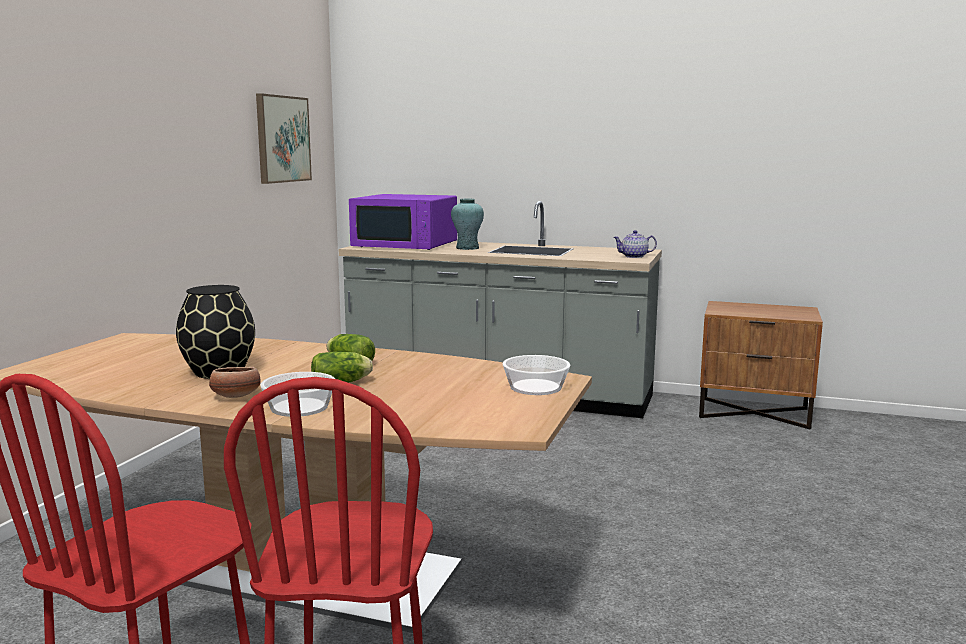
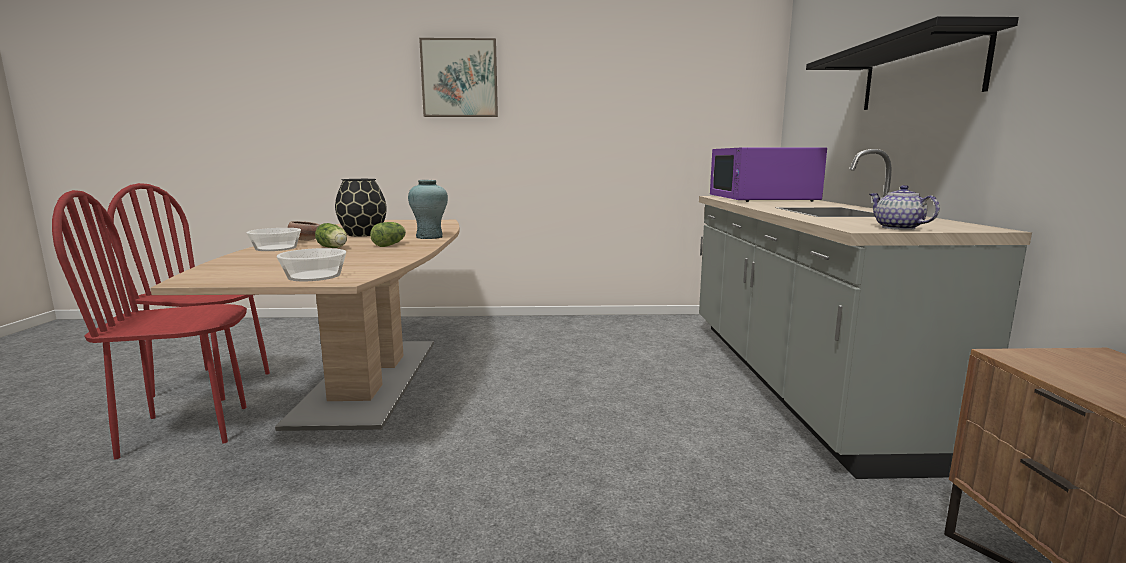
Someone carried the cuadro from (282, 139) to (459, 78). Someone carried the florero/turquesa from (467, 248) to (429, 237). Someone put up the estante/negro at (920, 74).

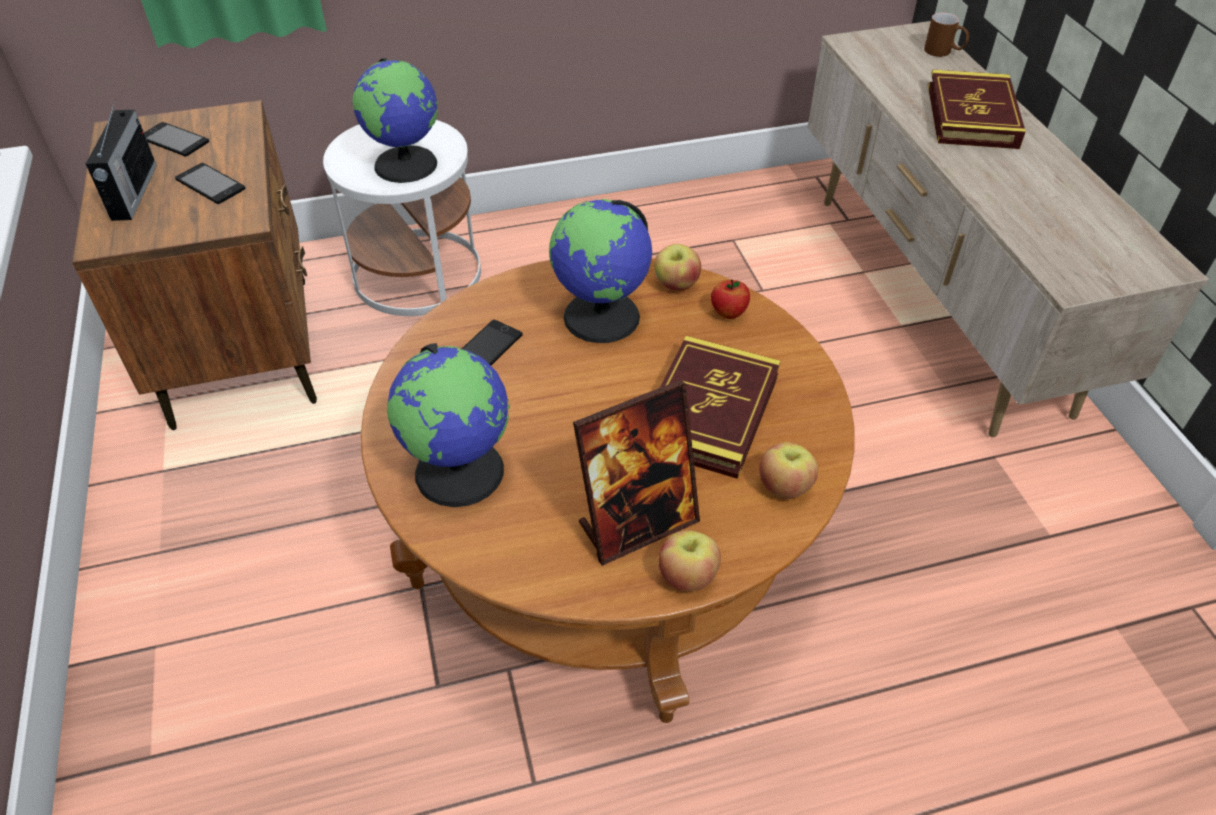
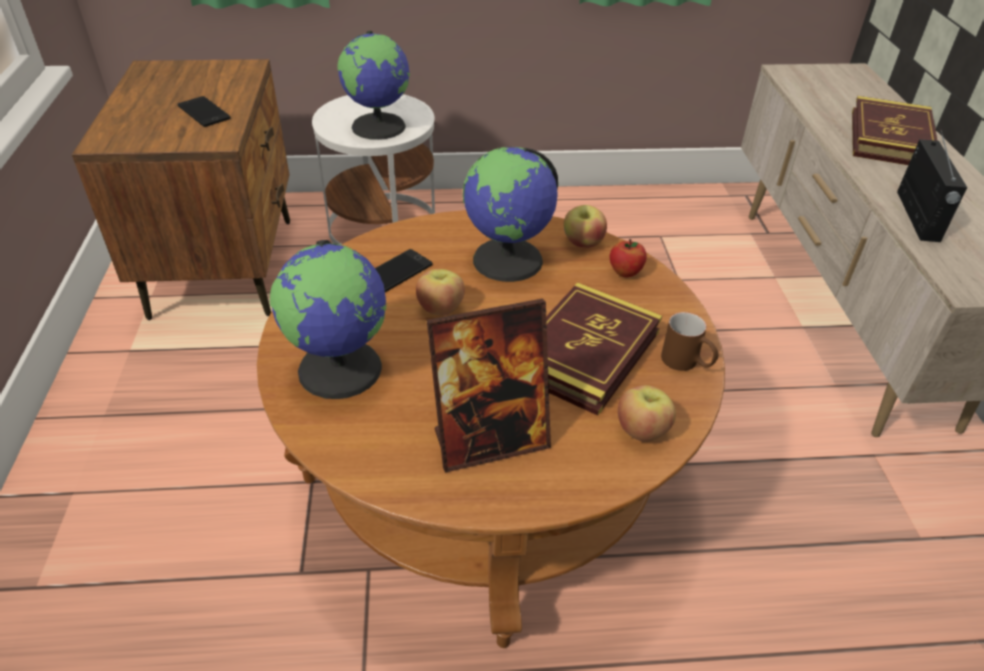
Someone carried the radio from (133, 193) to (917, 217). Someone took away the móvil at (174, 140). Someone carried the manzana from (687, 576) to (441, 308). Someone carried the taza grande/marrón from (943, 52) to (687, 363).

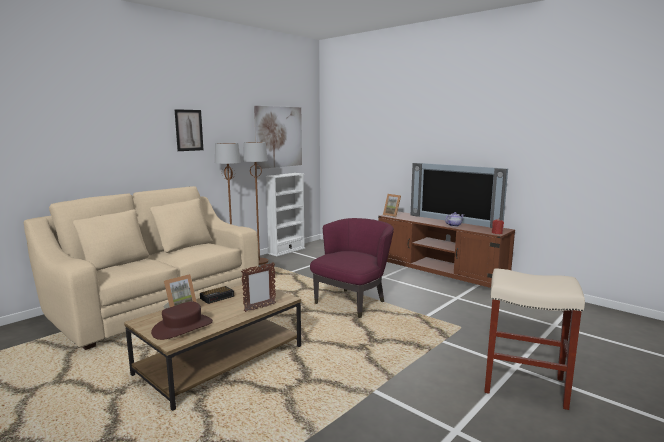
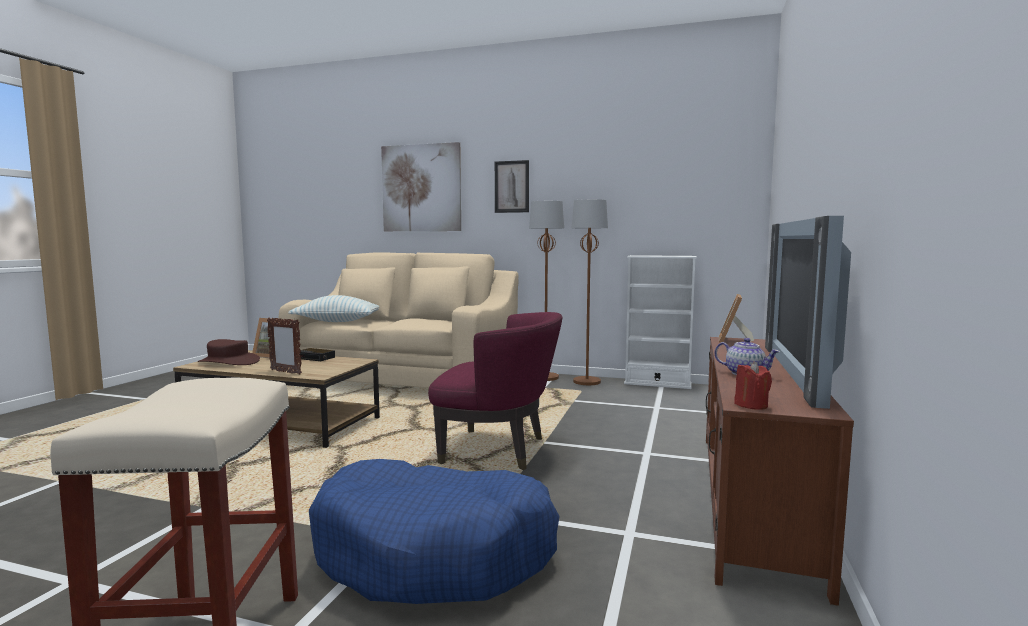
Someone carried the cuadro from (278, 137) to (421, 188). Someone put down the cojín at (337, 321). Someone put down the cama para perro/azul at (435, 552).

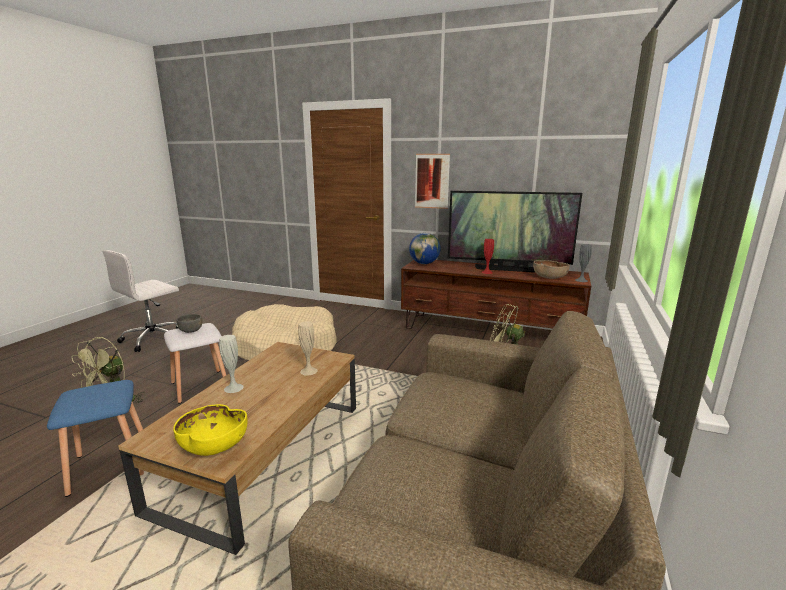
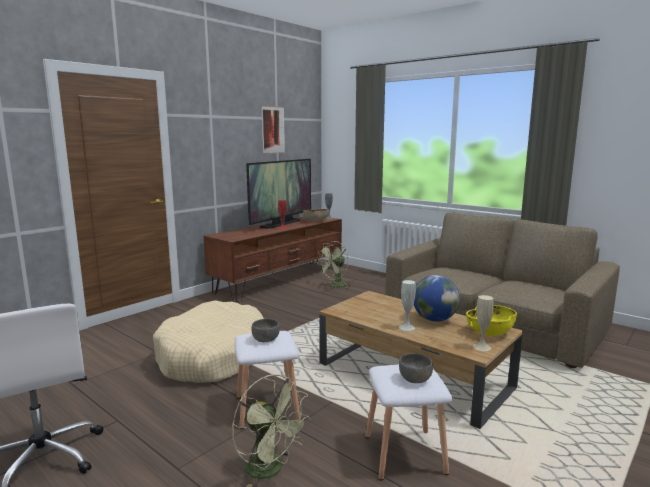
Someone repainted the taburete/azul at (110, 466), which became the taburete/blanco at (406, 453). Someone carried the florero/beis from (308, 371) to (481, 347). Someone carried the globo terráqueo from (424, 263) to (434, 319). Someone carried the cuadro from (432, 181) to (273, 130). Someone put down the cuenco/gris at (415, 379).

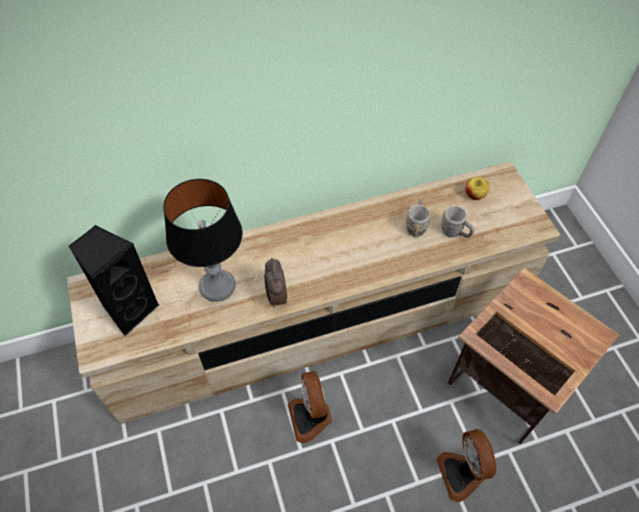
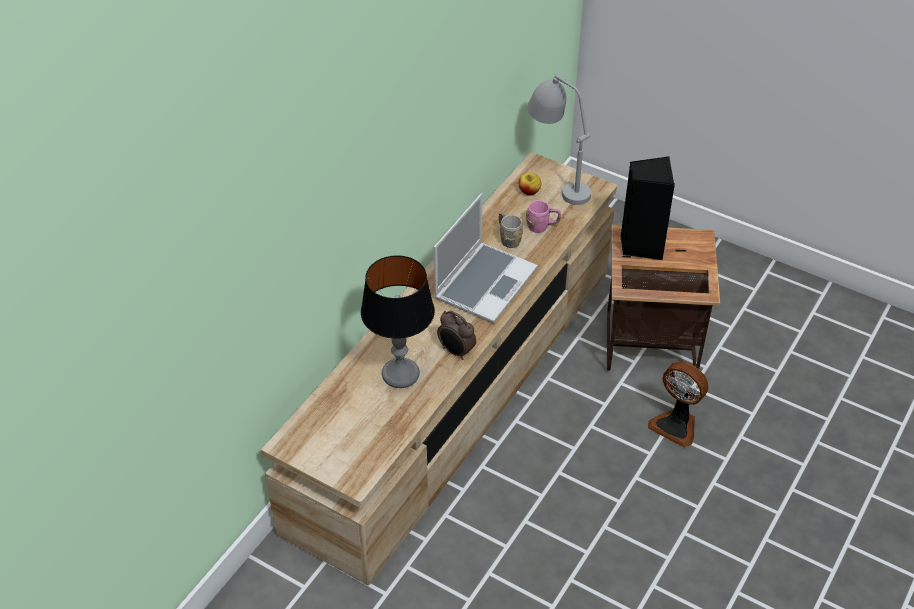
Someone carried the altavoz/negro from (129, 309) to (641, 245). Someone took away the ventilador at (311, 418). Someone repainted the taza grande/gris at (455, 233), which became the taza grande/rosa at (542, 227). Someone put down the portátil at (485, 283). Someone put down the lámpara de mesa/gris at (556, 178).

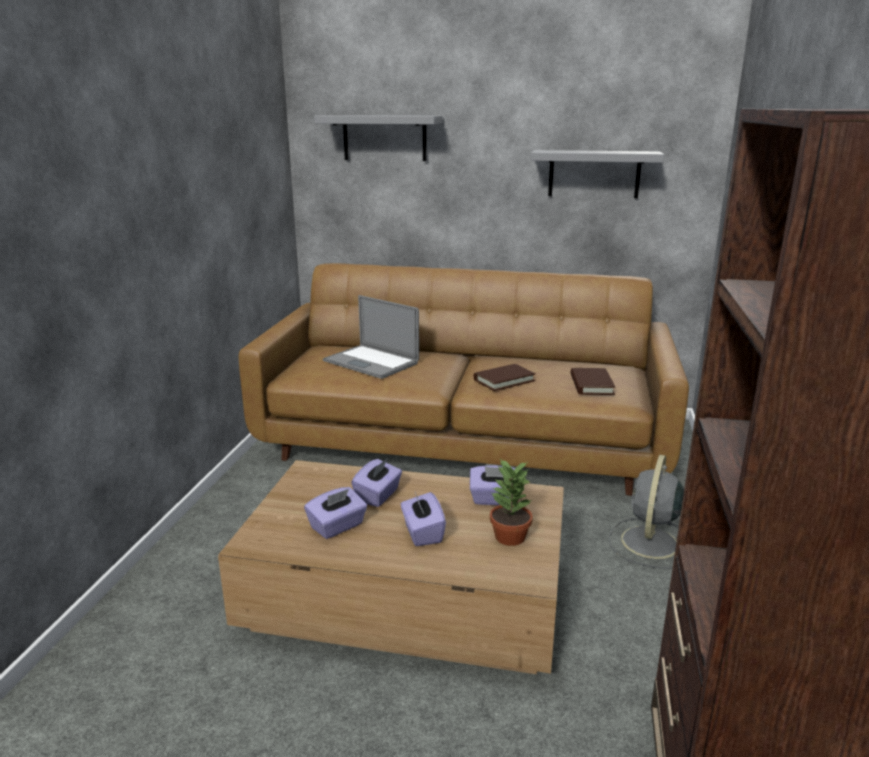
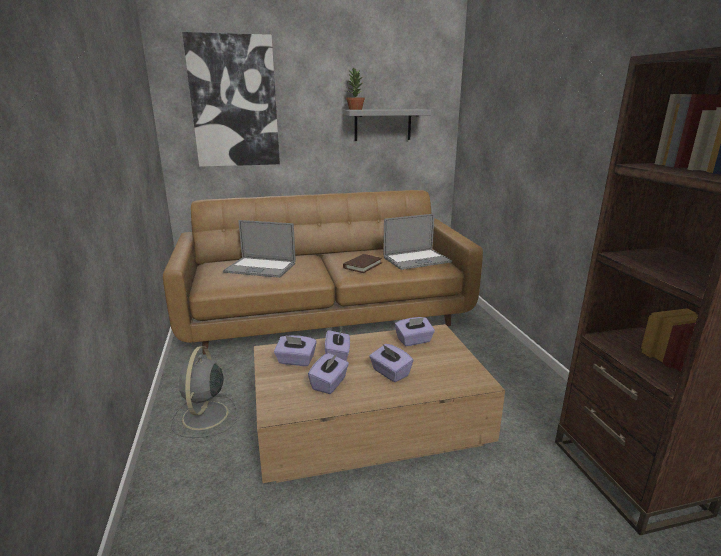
Someone swapped the estante/gris at (384, 138) for the cuadro at (234, 102). Someone carried the planta en maceta from (509, 537) to (355, 109). Someone swapped the libro/marrón at (591, 384) for the portátil at (417, 260). Someone carried the ventilador/gris from (649, 544) to (204, 417). Someone put down the caja de pañuelos/morado at (296, 361).

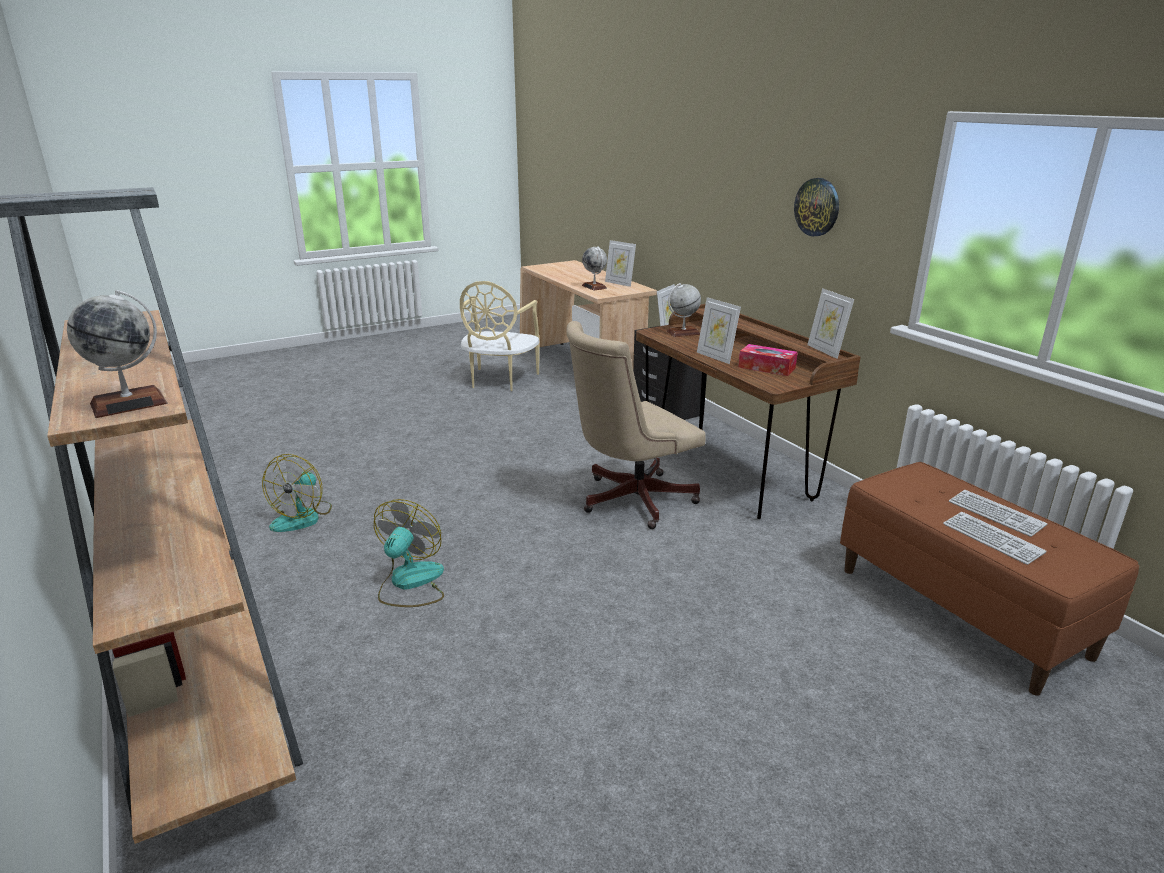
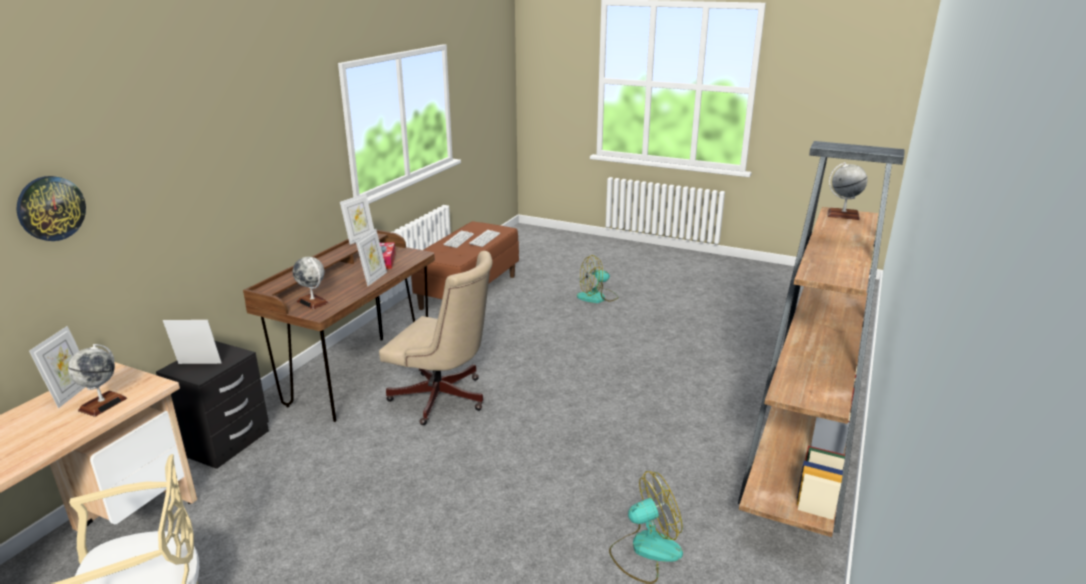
Someone carried the ventilador from (410, 583) to (597, 297). Someone carried the reloj de pared from (817, 207) to (50, 208).

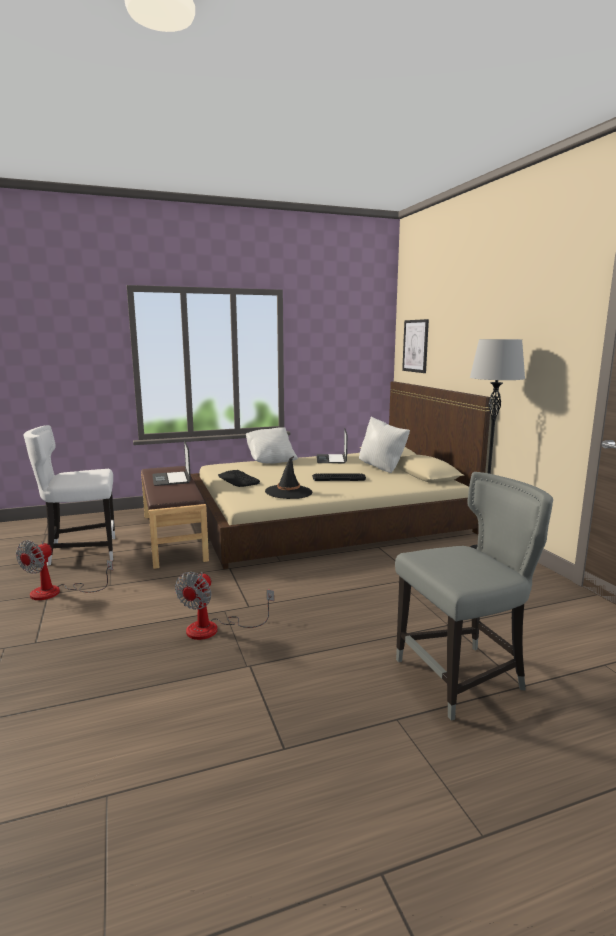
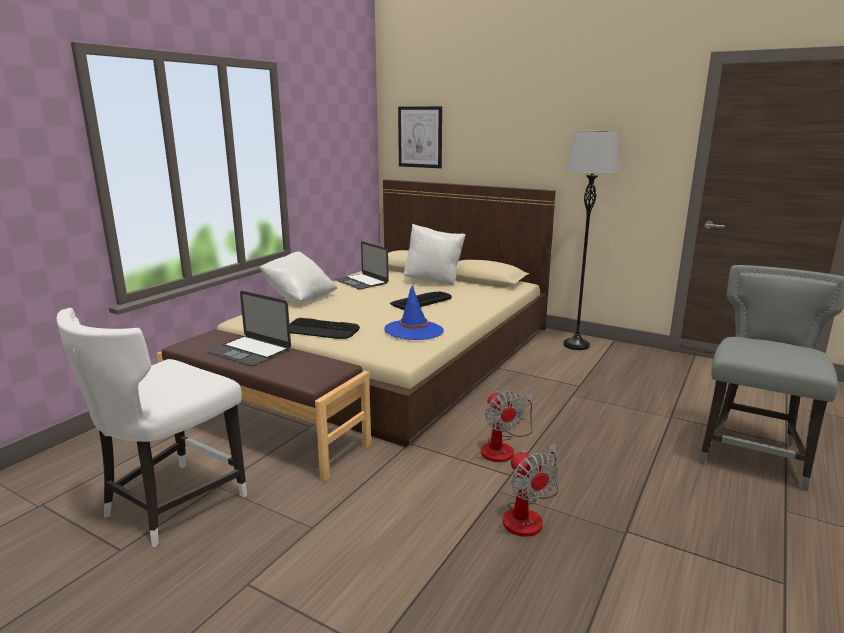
Someone carried the ventilador from (56, 592) to (503, 447). Someone repainted the sombrero/negro at (288, 492), which became the sombrero/azul at (414, 330).

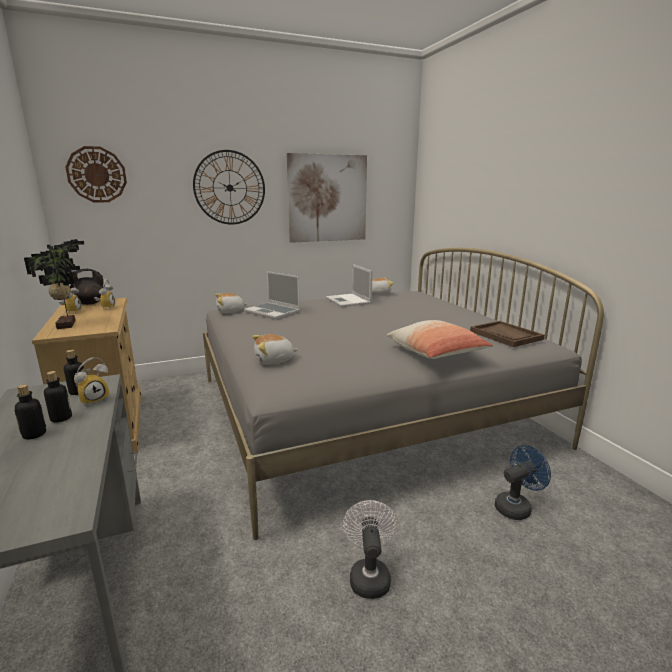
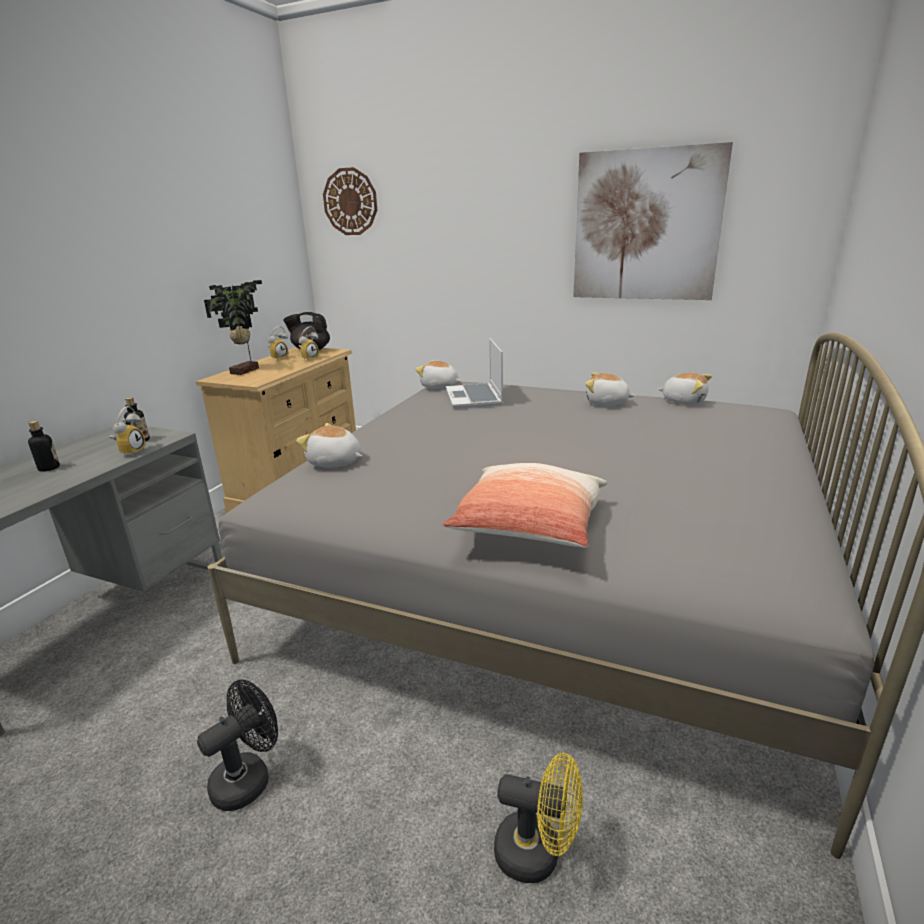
Someone took away the botella at (61, 418). Someone rotated the despertador at (94, 399) by 75 degrees counterclockwise. Someone took away the reloj de pared at (229, 188). Someone swapped the portátil at (348, 301) for the peluche at (606, 403). Someone repainted the ventilador/blanco at (369, 575), which became the ventilador/negro at (249, 778). Someone took away the bandeja/marrón at (505, 335). Someone repainted the ventilador/azul at (516, 506), which became the ventilador/amarillo at (538, 853).

